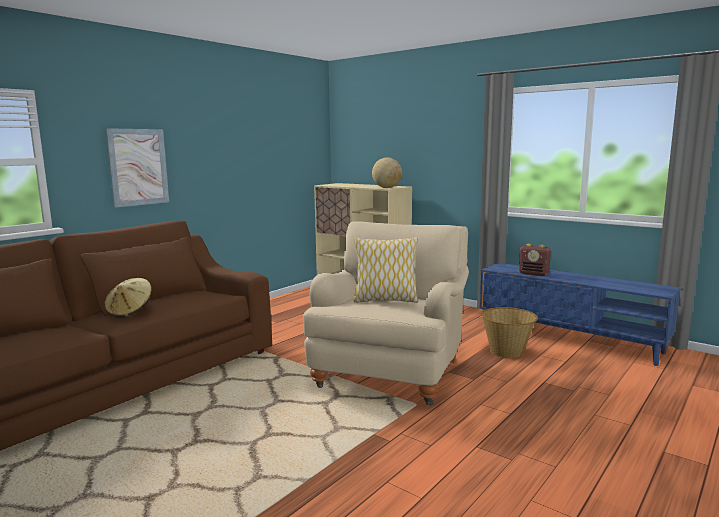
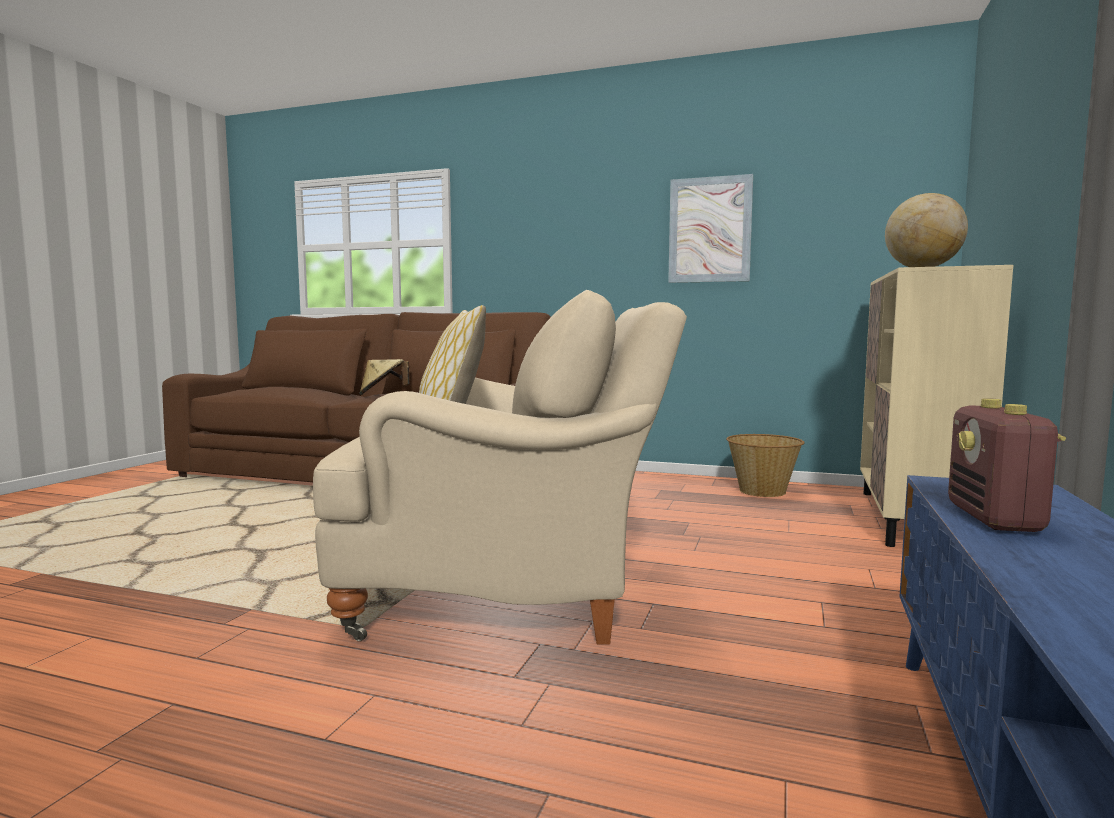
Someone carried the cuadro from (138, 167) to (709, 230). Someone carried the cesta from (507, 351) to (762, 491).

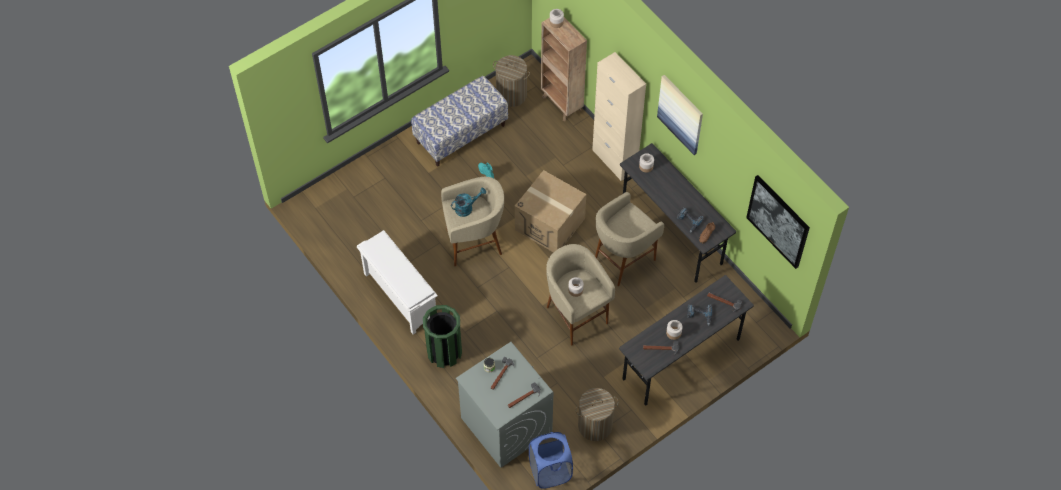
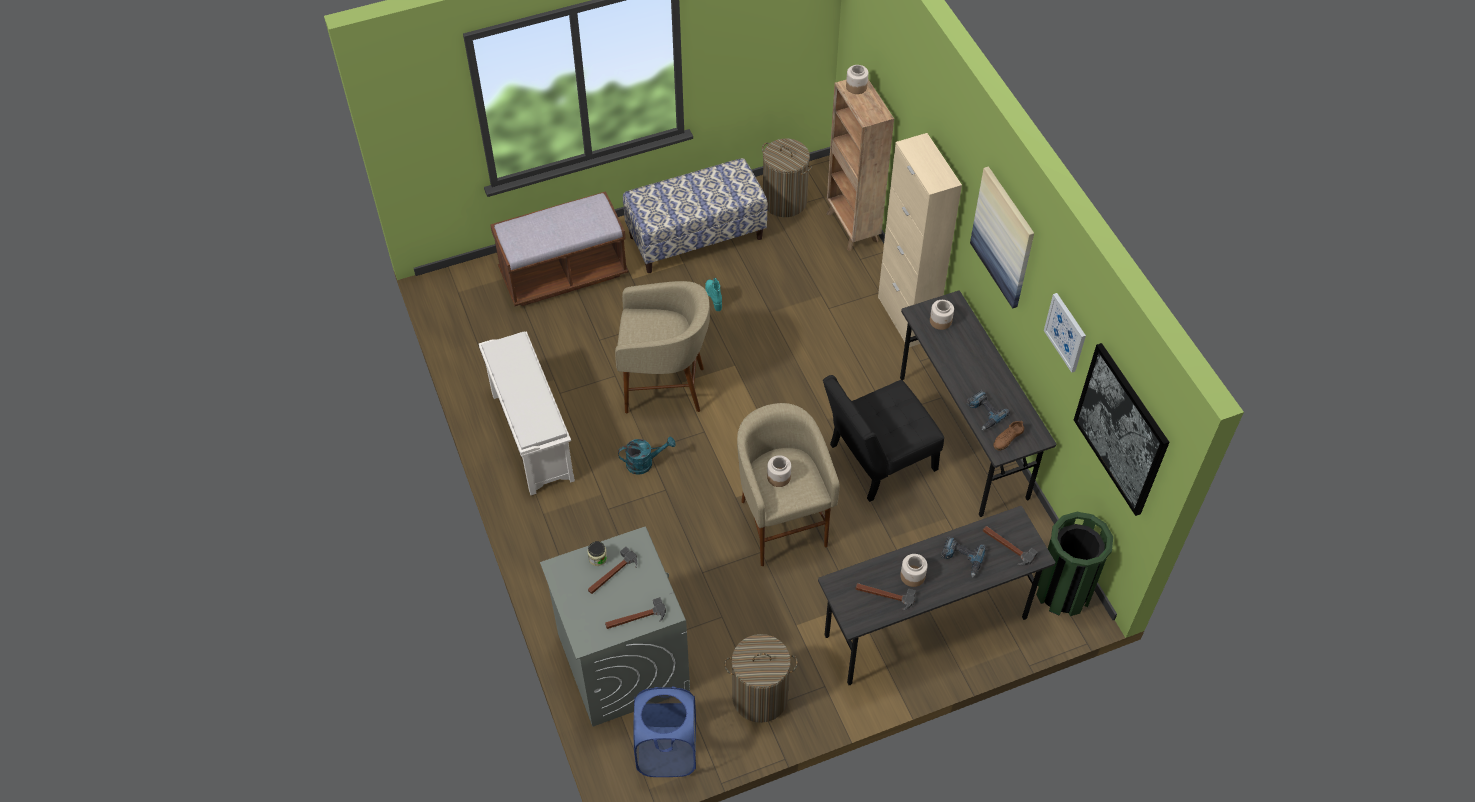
Someone carried the papelera/verde from (444, 352) to (1063, 591). Someone carried the regadera/turquesa from (467, 208) to (644, 463). Someone took away the caja de cartón at (550, 224). Someone swapped the taburete/beis at (623, 260) for the silla/negro at (877, 459). Someone put down the banco/marrón at (563, 274). Someone put up the cuadro at (1066, 332).

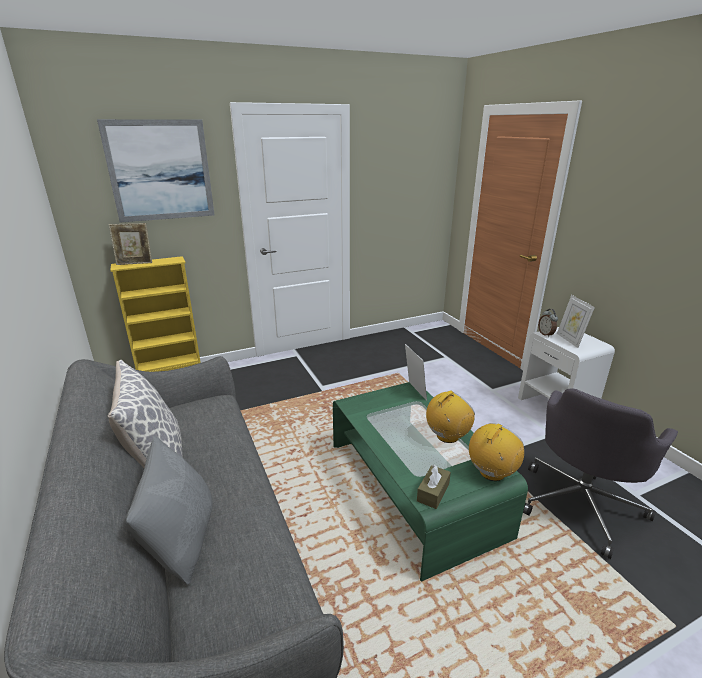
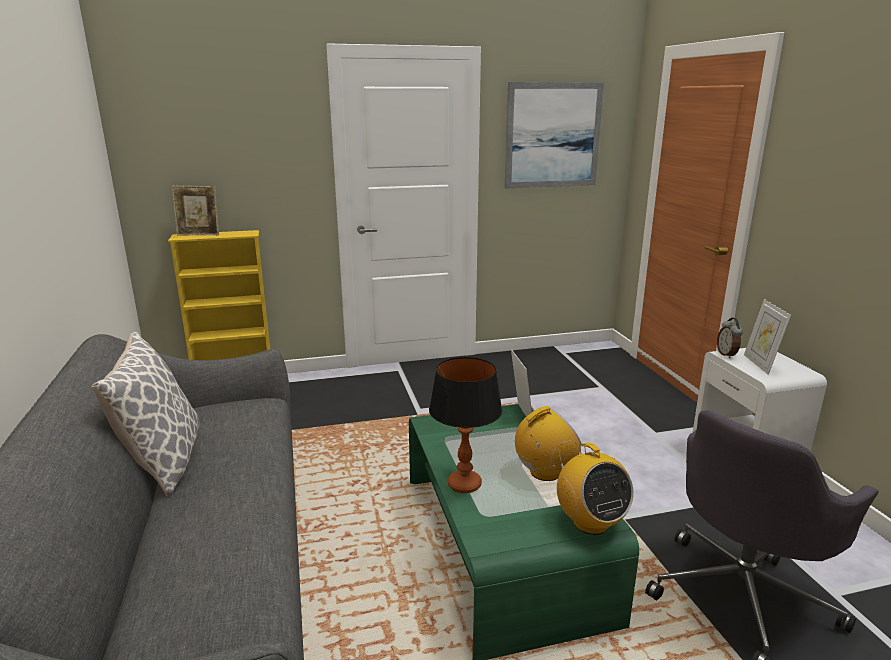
Someone carried the cuadro from (160, 171) to (553, 135). Someone took away the cojín/gris at (181, 539). Someone took away the caja de pañuelos/marrón at (433, 492). Someone rotated the radio at (491, 472) by 105 degrees clockwise. Someone put down the lámpara de mesa at (464, 484).

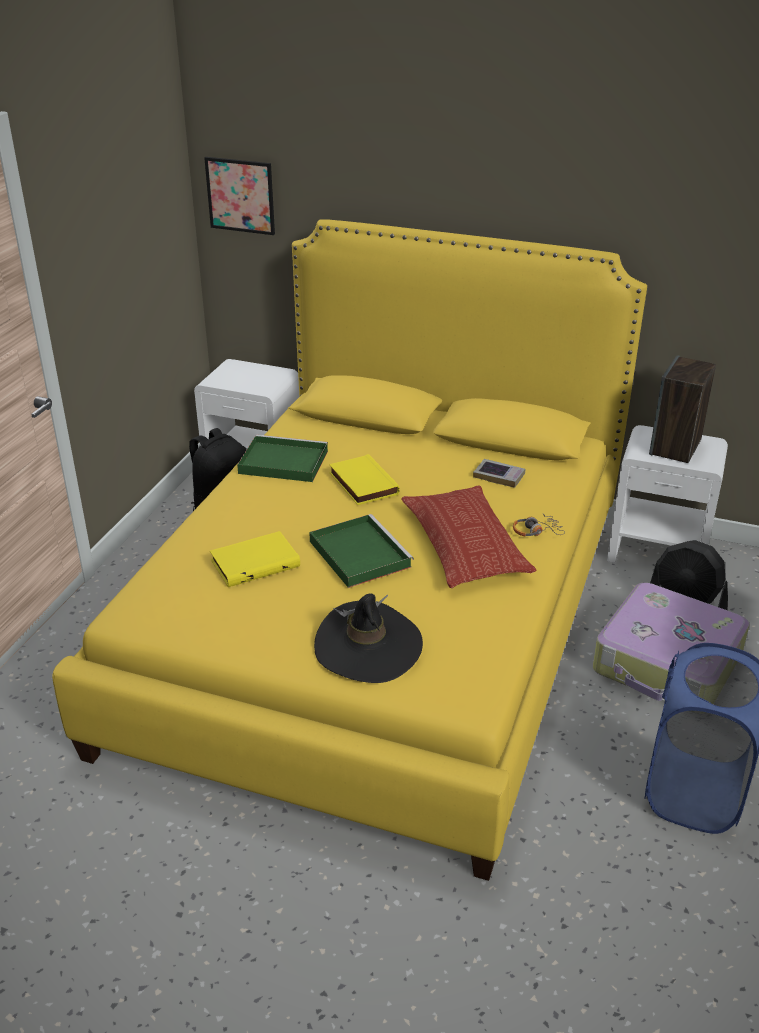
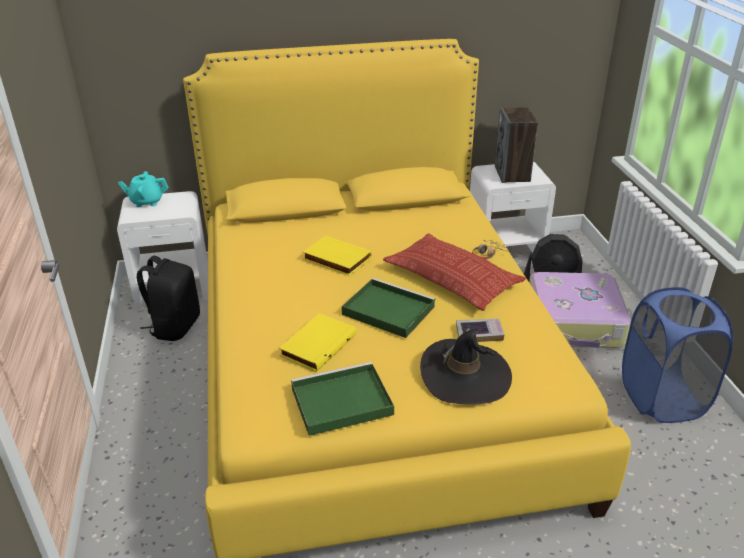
Someone took away the cuadro at (240, 195). Someone carried the bandeja/verde from (281, 462) to (340, 402). Someone carried the libro from (499, 476) to (479, 333). Someone put down the tetera/turquesa at (146, 201).

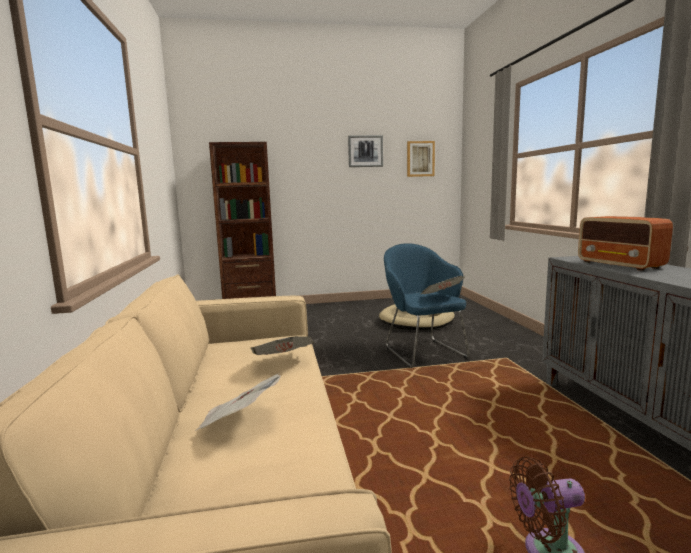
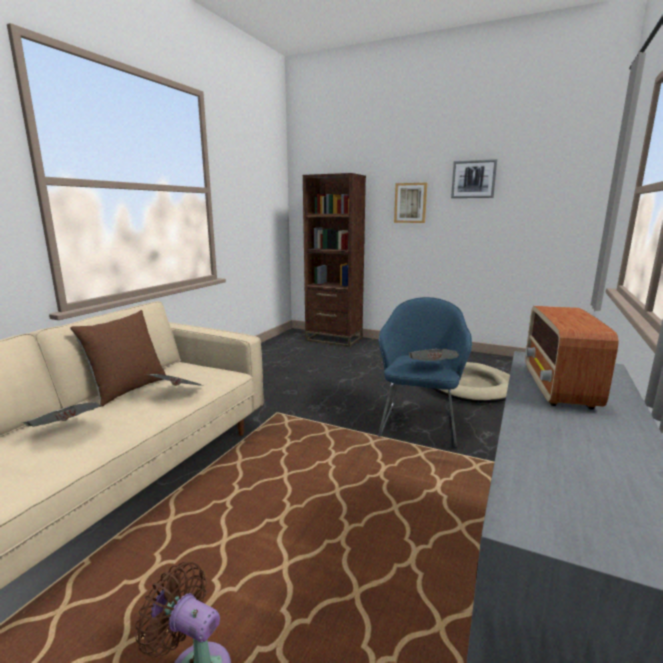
Someone carried the cuadro from (420, 159) to (410, 203). Someone put down the cojín/marrón at (128, 389).

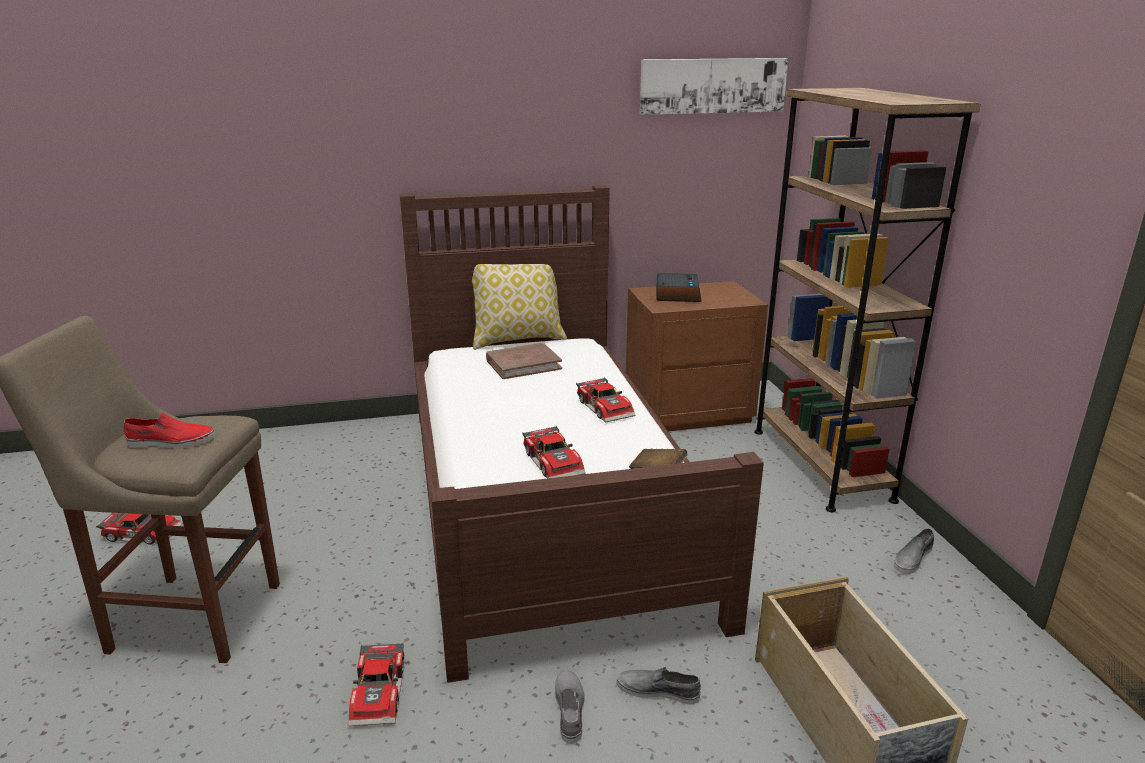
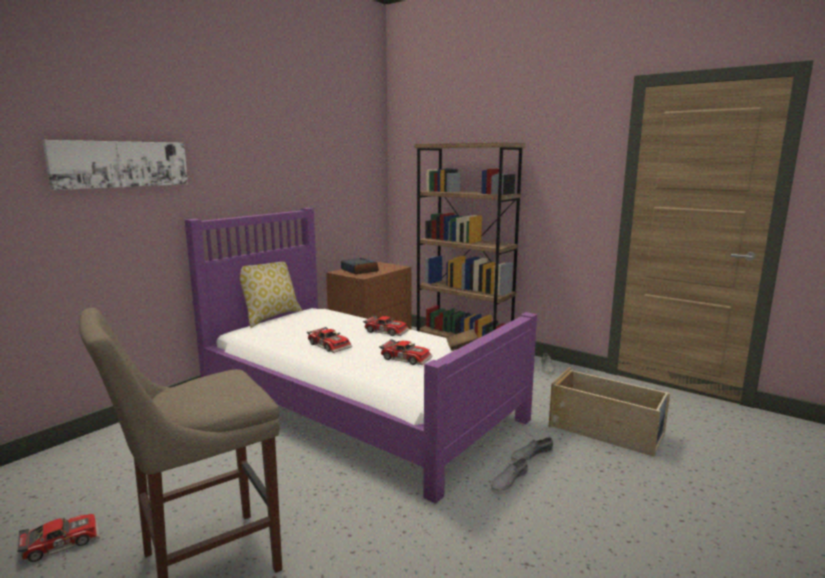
Someone took away the zapato/rojo at (171, 442). Someone carried the coche de juguete from (381, 692) to (330, 345). Someone repainted the cama/marrón at (546, 500), which became the cama/morado at (357, 405). Someone took away the libro/marrón at (523, 364). Someone rotated the zapato/gris at (570, 709) by 90 degrees counterclockwise. Someone carried the cuadro from (712, 85) to (121, 164).

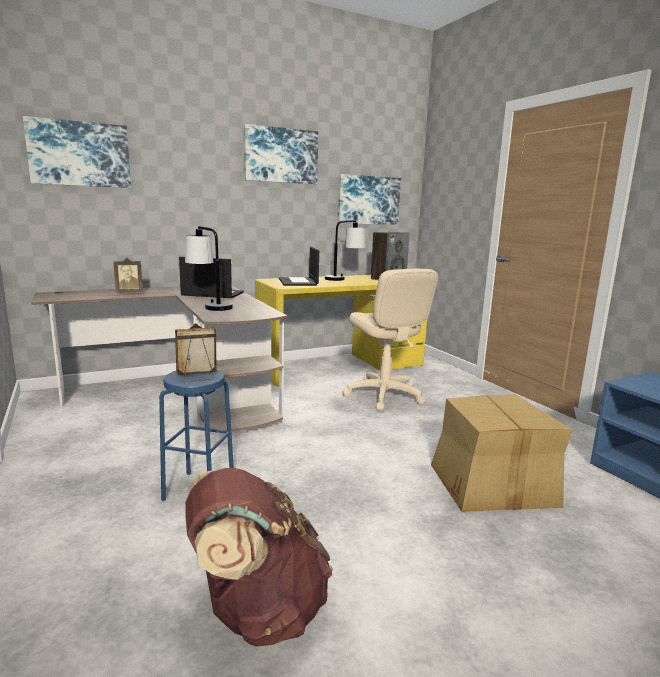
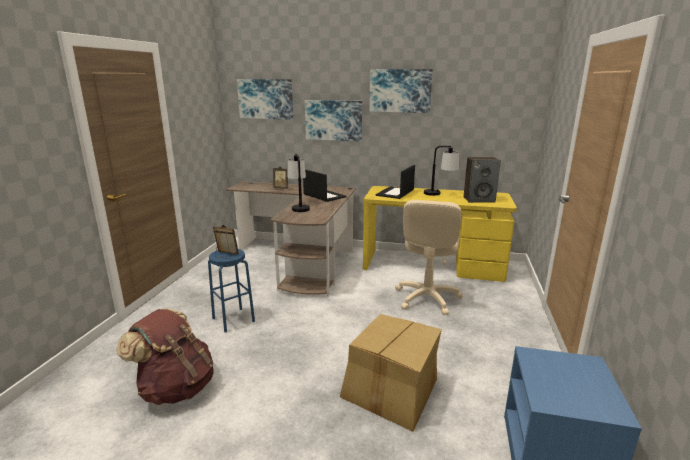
Someone carried the cuadro from (368, 200) to (333, 120).

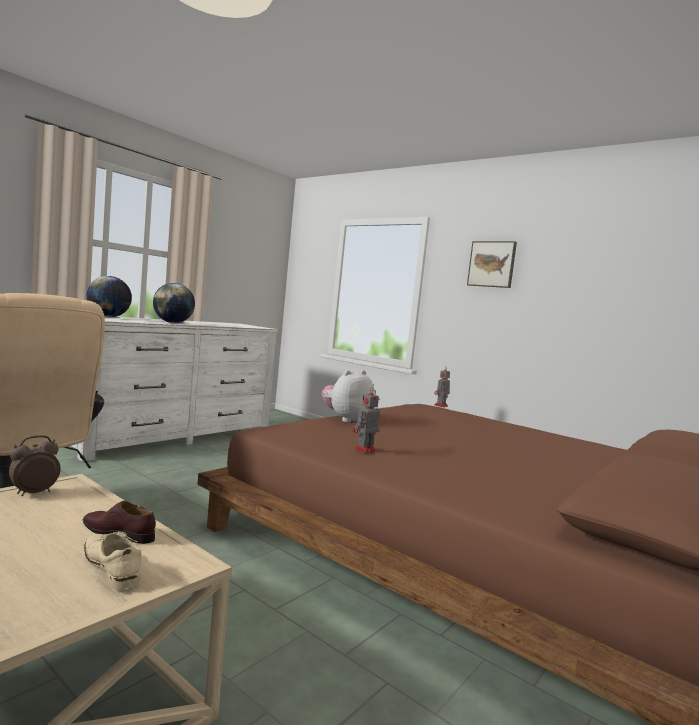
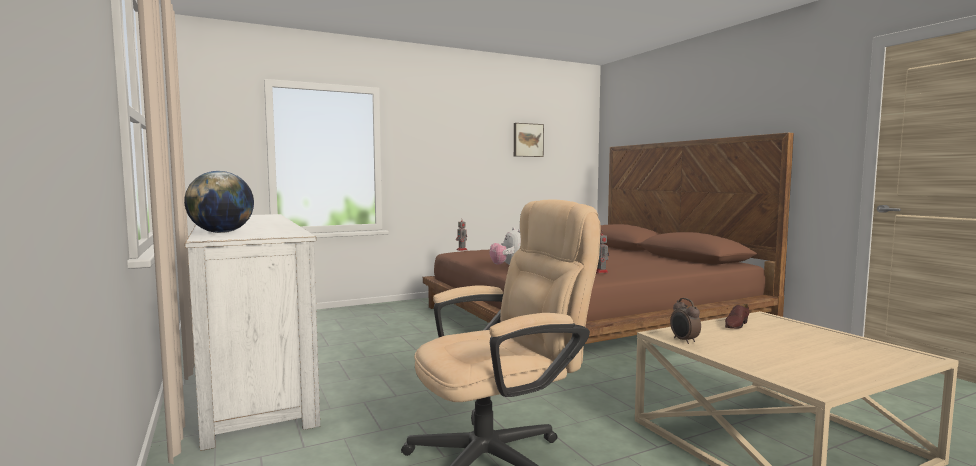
Someone took away the zapato/beis at (111, 566). Someone took away the globo terráqueo at (173, 323). Someone carried the cuadro from (492, 264) to (527, 140).

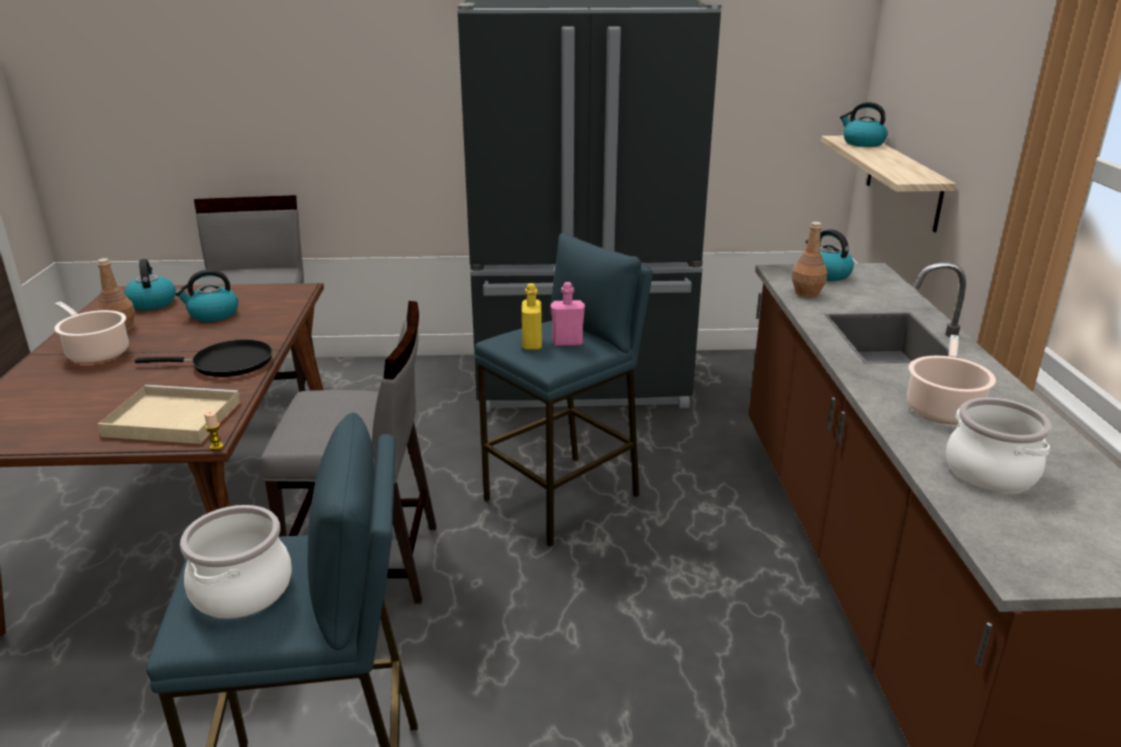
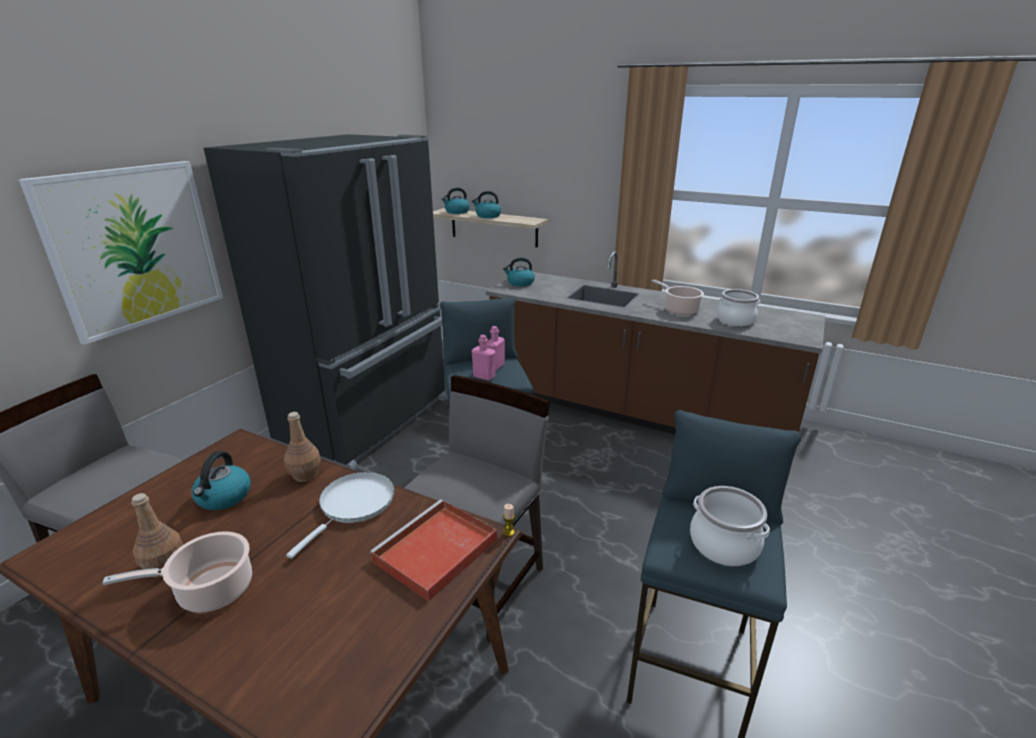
Someone repainted the bandeja/beis at (170, 419), which became the bandeja/rojo at (435, 552). Someone carried the hervidor from (152, 303) to (487, 216). Someone repainted the sartén/negro at (227, 364), which became the sartén/blanco at (354, 505). Someone repainted the botella/amarillo at (532, 344), which became the botella/rosa at (484, 376). Someone carried the botella/marrón from (806, 293) to (305, 475). Someone put up the cuadro at (135, 247).

